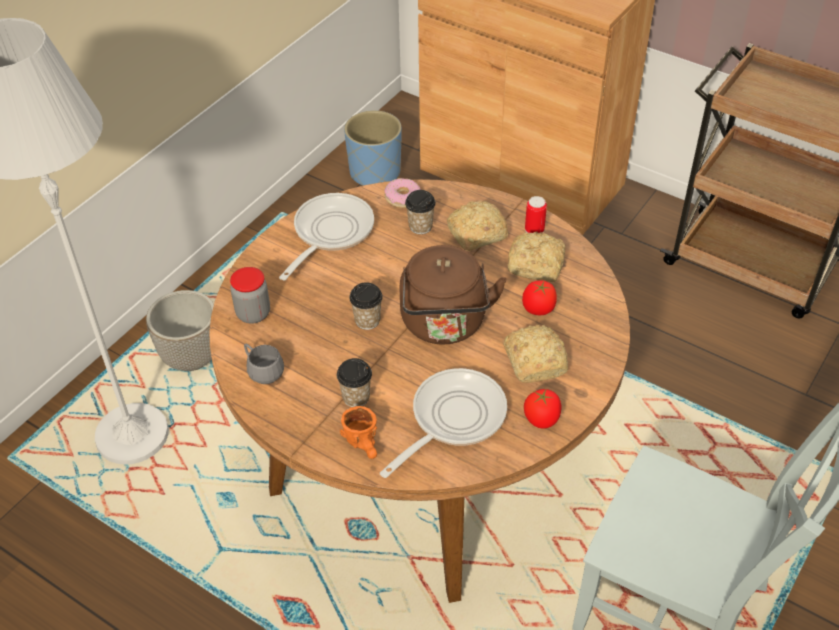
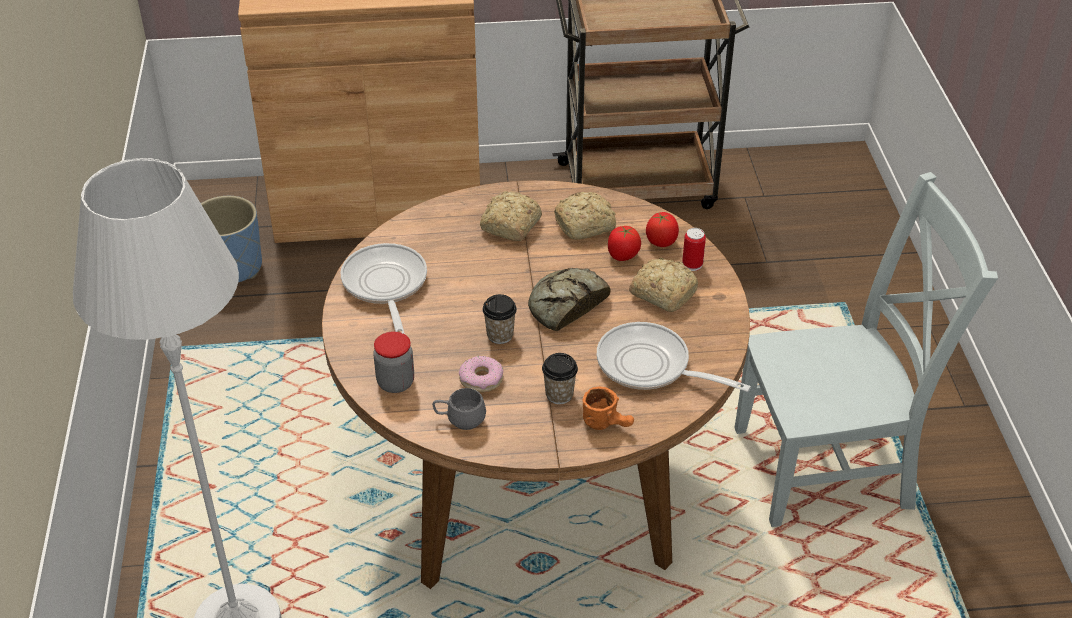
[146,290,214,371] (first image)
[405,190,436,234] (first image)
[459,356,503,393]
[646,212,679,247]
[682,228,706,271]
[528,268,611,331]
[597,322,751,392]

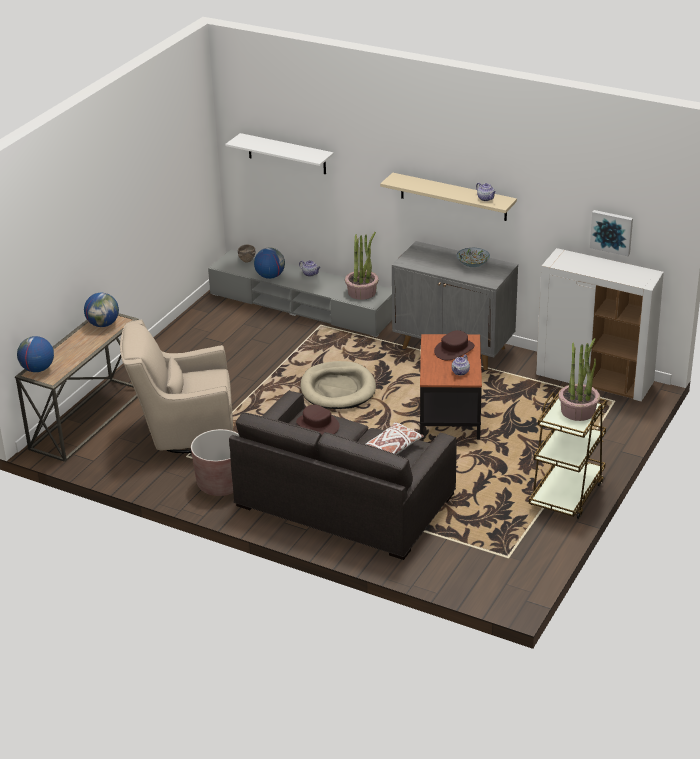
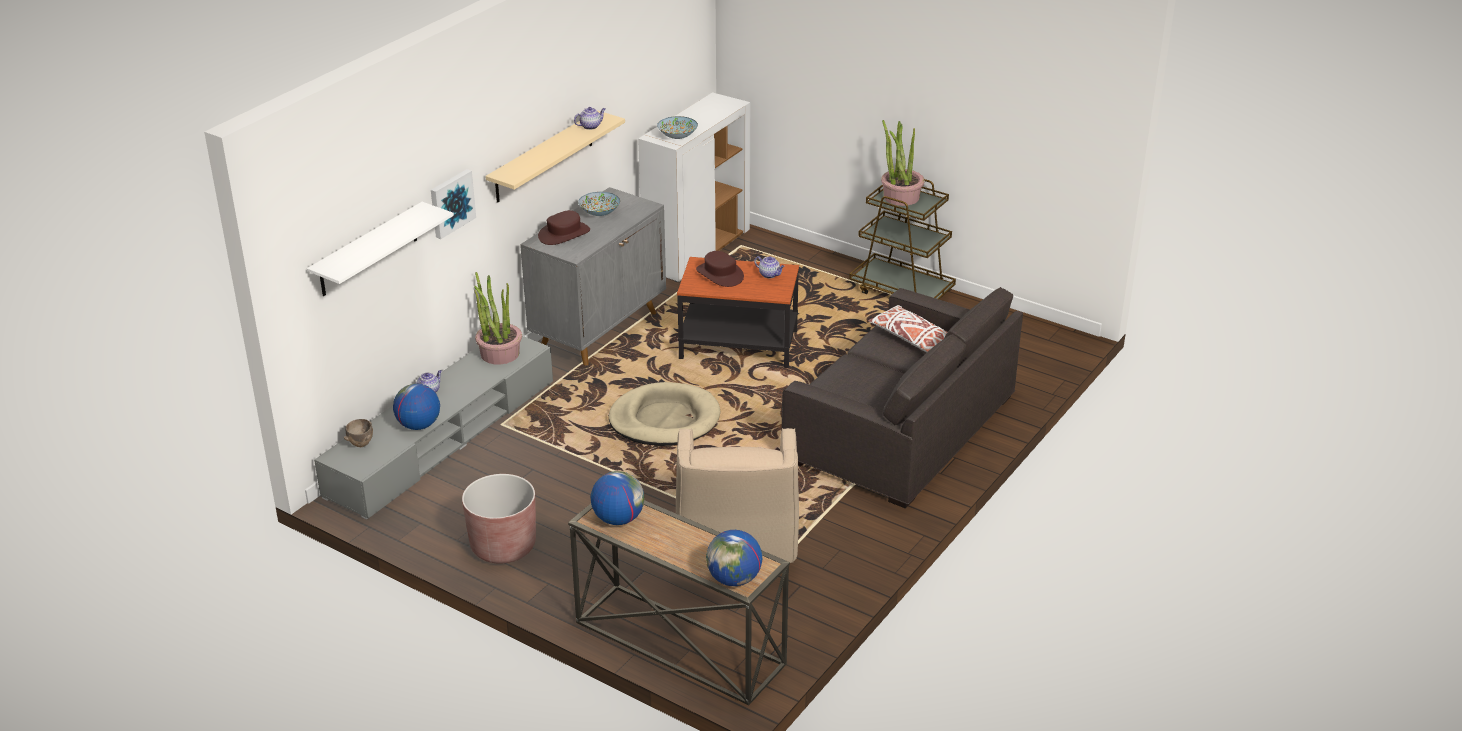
[657,116,698,139]
[462,474,536,563]
[538,210,590,245]
[431,169,476,239]

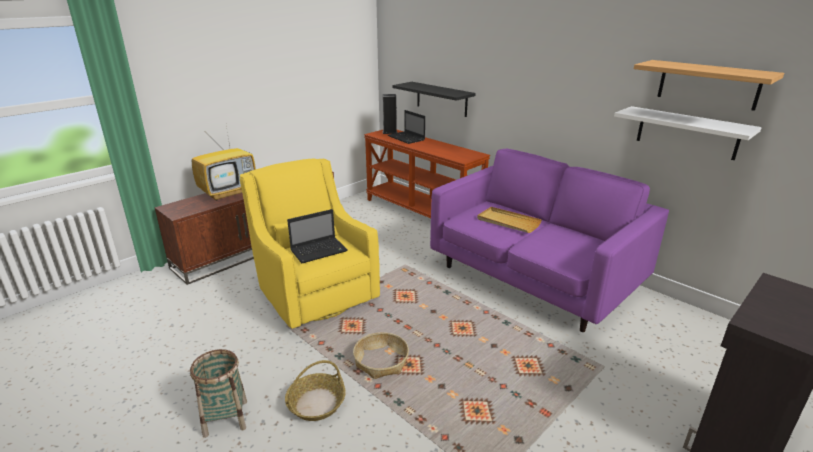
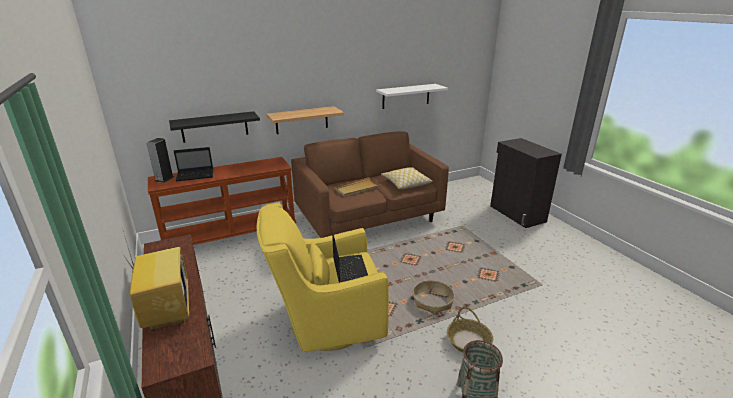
[381,167,433,189]
[266,106,344,134]
[291,131,449,238]

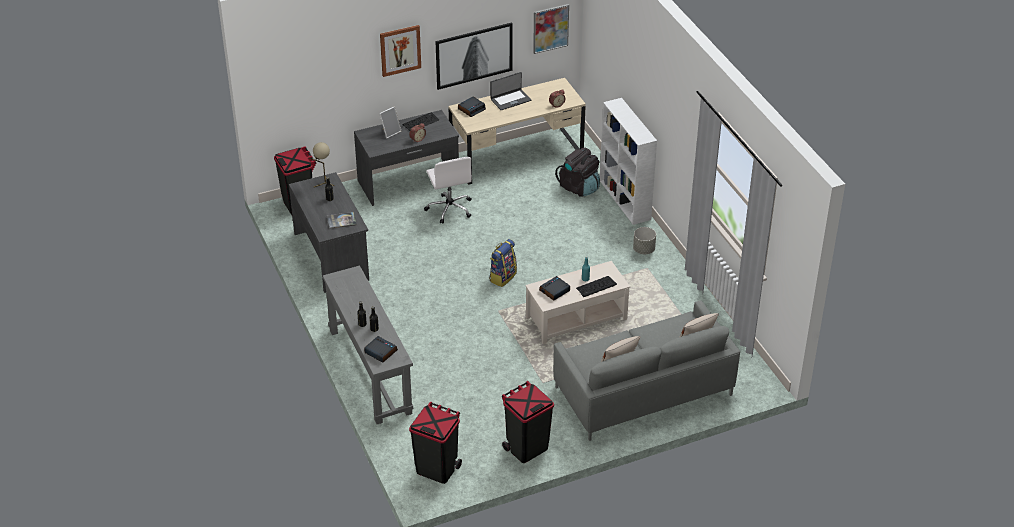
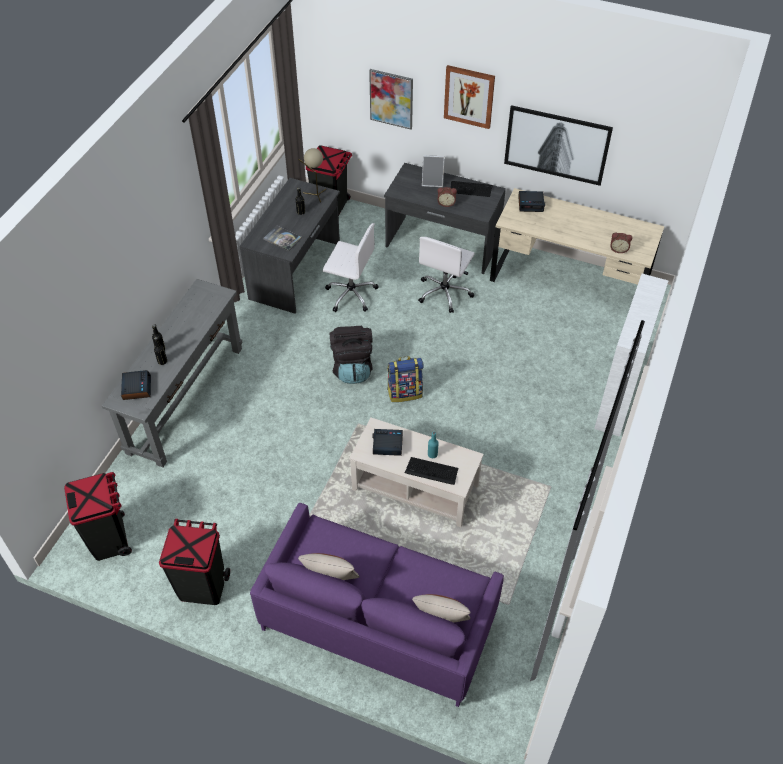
[490,72,531,110] (first image)
[633,227,656,254] (first image)
[323,223,379,312]
[369,69,413,130]
[329,326,373,384]
[250,503,504,707]

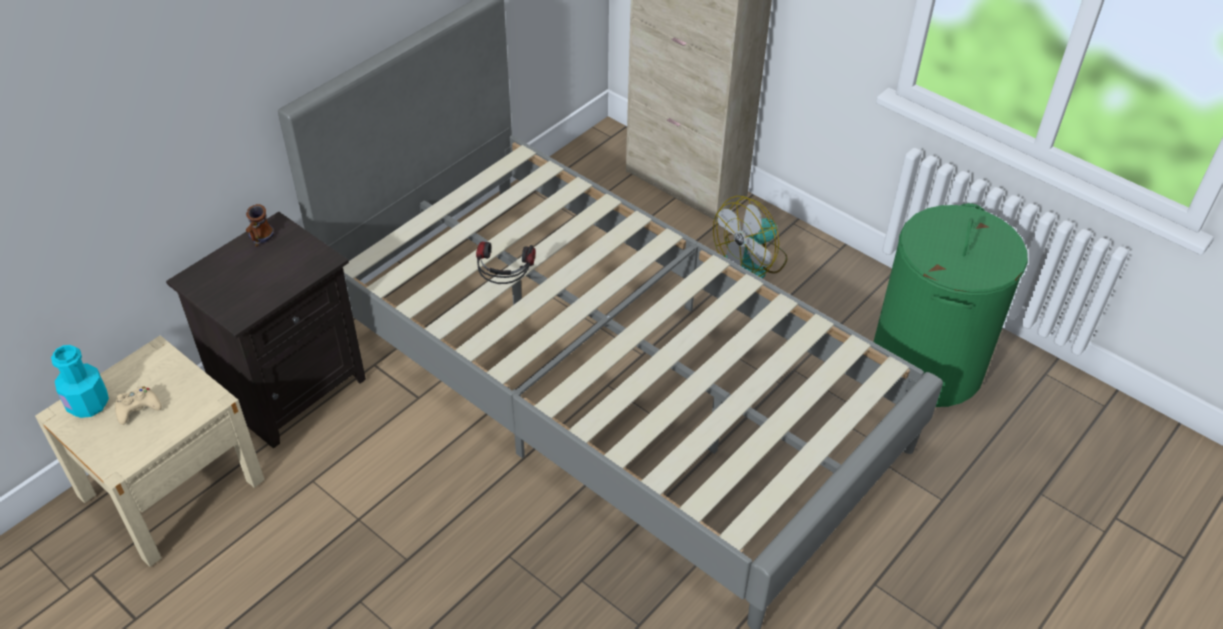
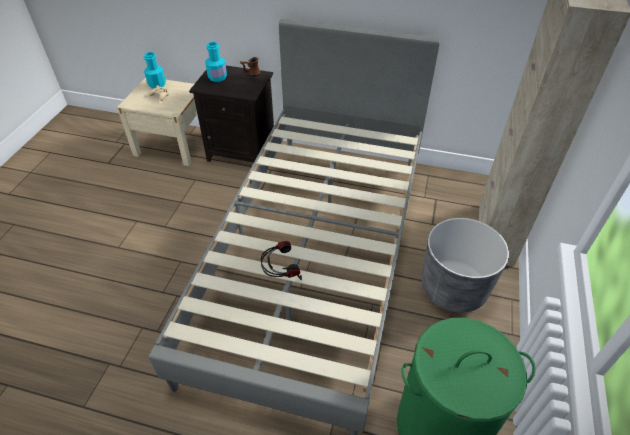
[205,42,227,82]
[261,241,302,280]
[422,218,509,313]

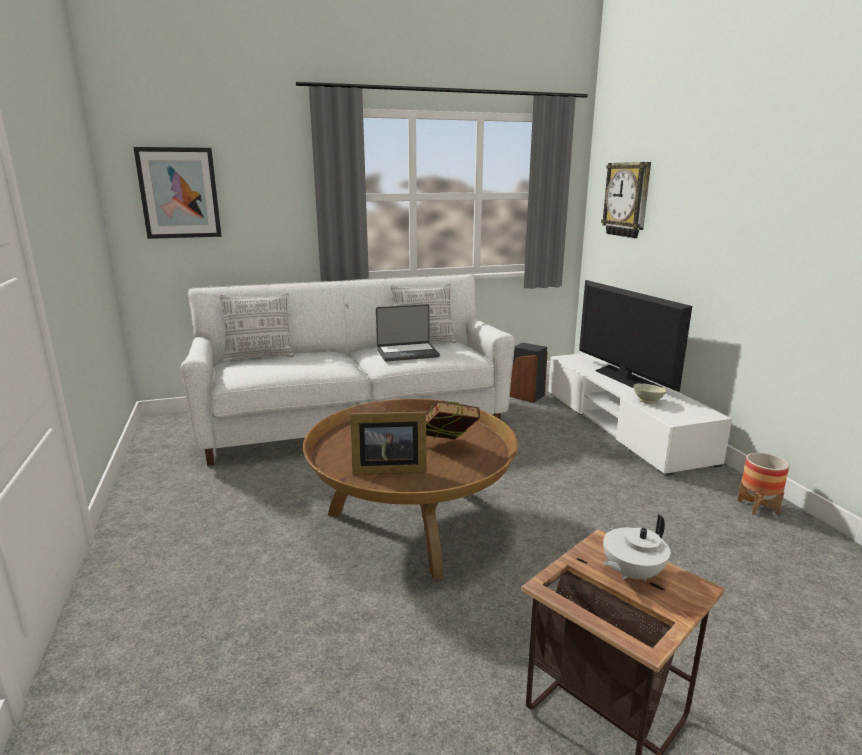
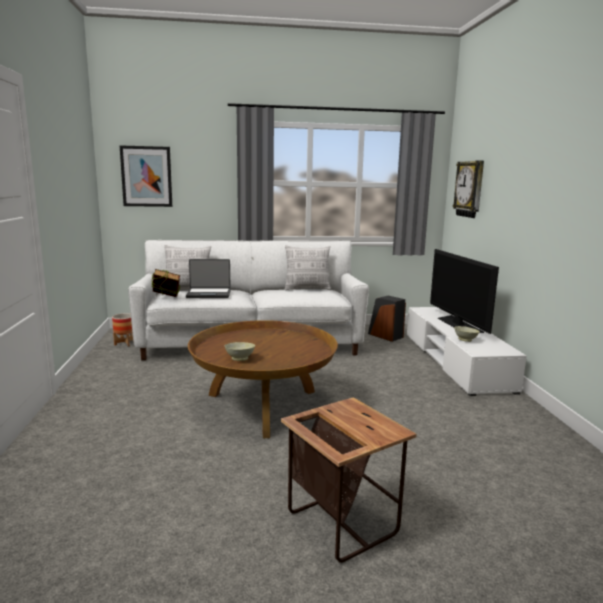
[603,514,670,581] (first image)
[186,259,230,298]
[151,269,180,297]
[112,313,133,346]
[225,342,255,361]

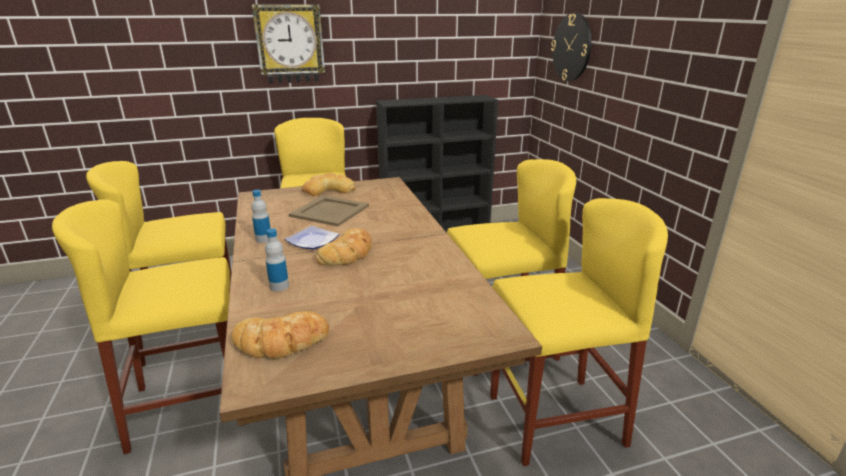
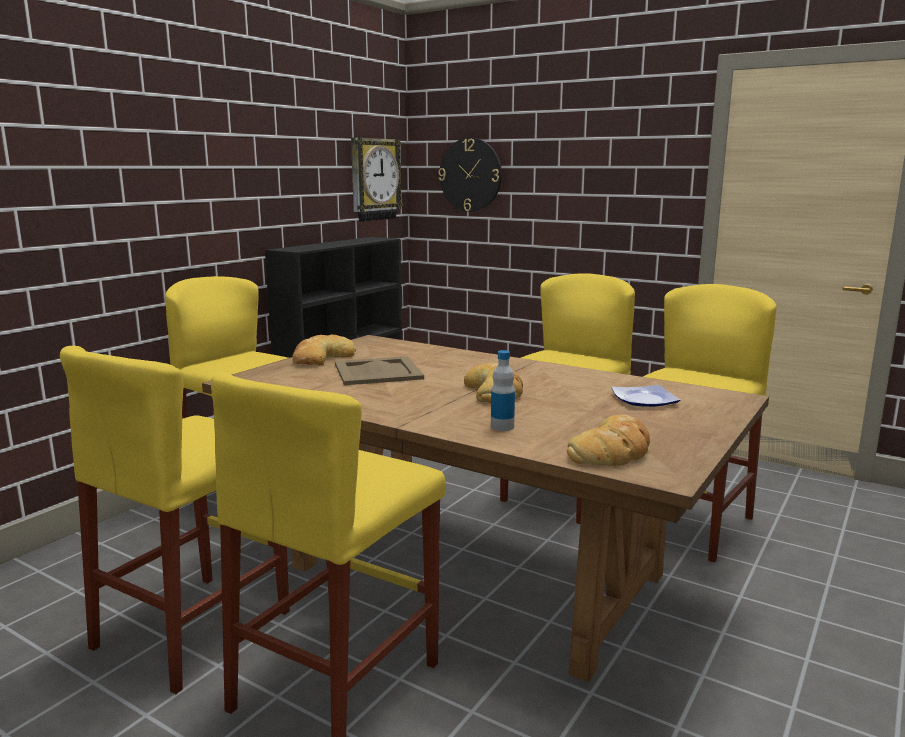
[251,190,271,243] (first image)
[351,137,403,222]
[611,385,681,407]

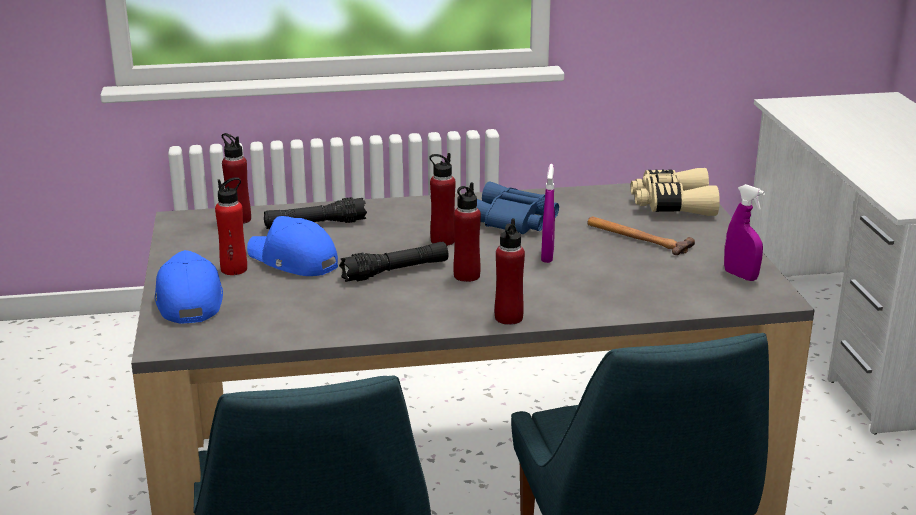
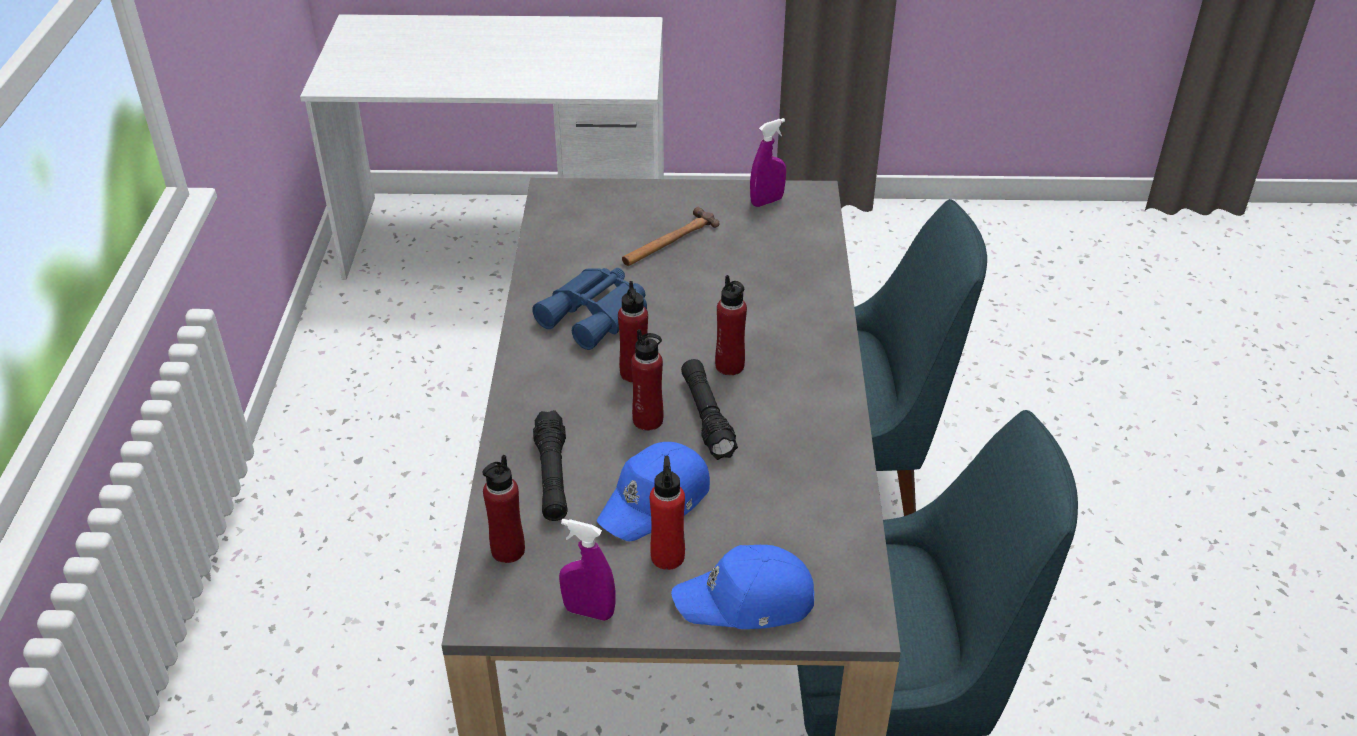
[631,168,720,216] (first image)
[631,329,664,431]
[559,519,616,621]

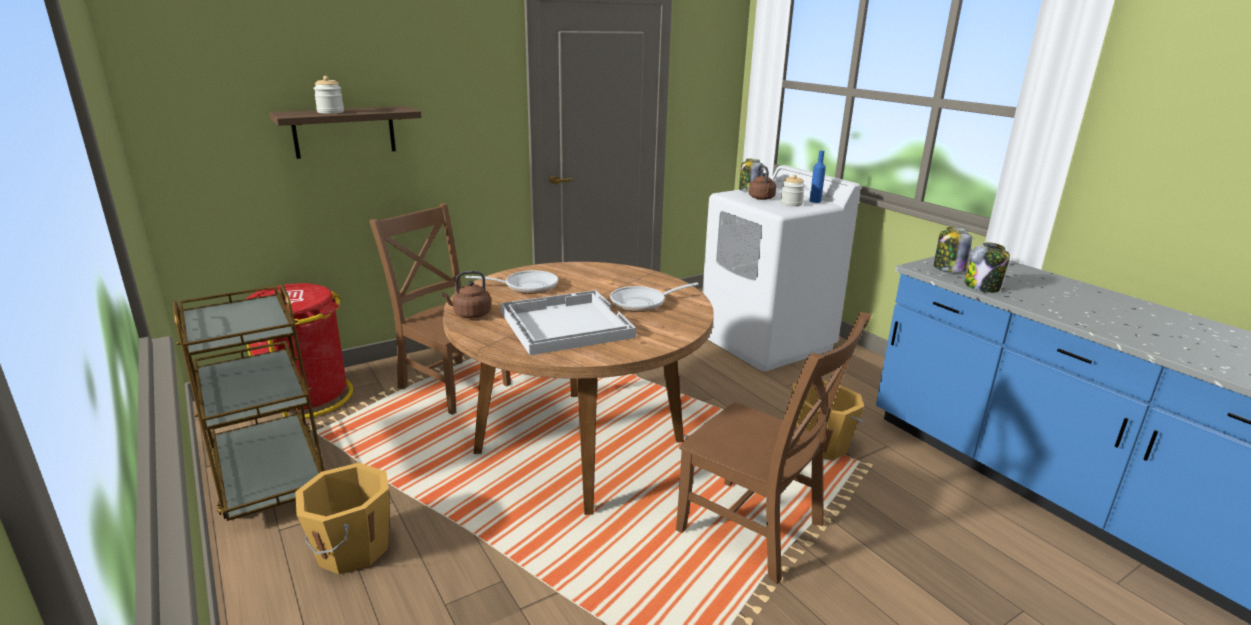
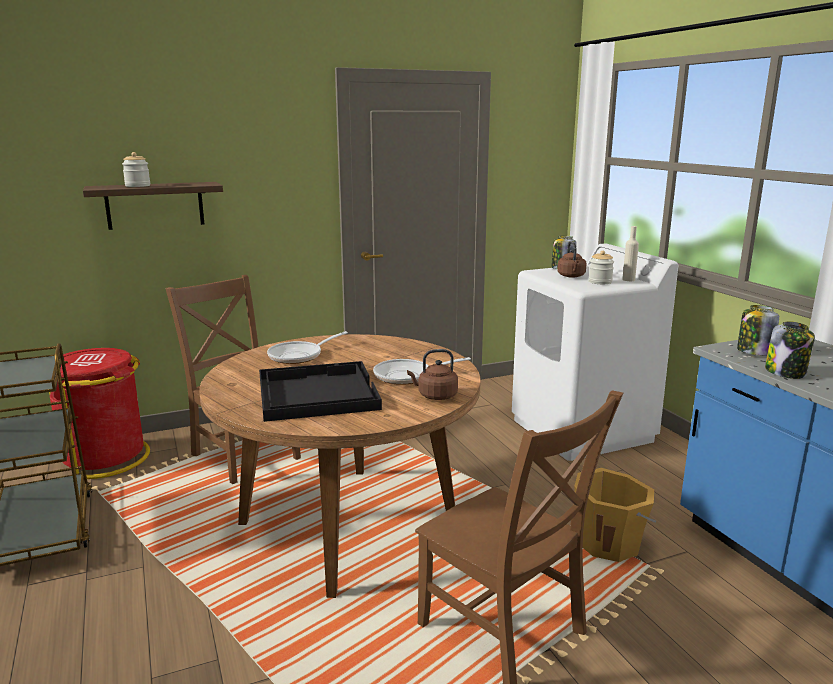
[295,463,389,574] (first image)
[407,349,458,400]
[259,361,382,422]
[622,226,639,281]
[267,331,348,364]

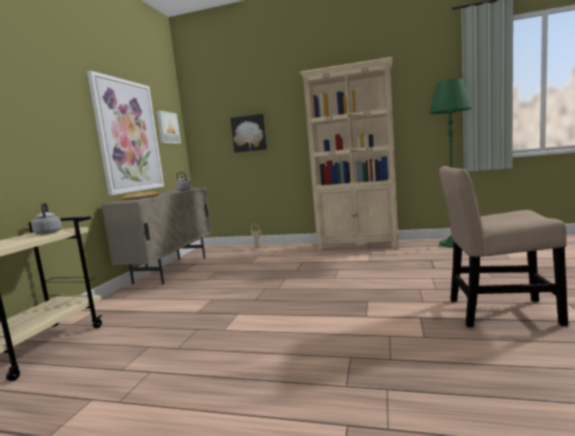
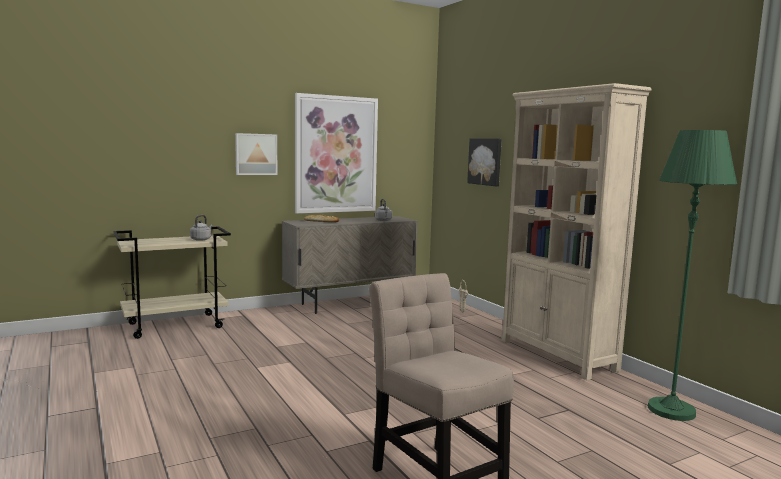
[235,133,277,175]

